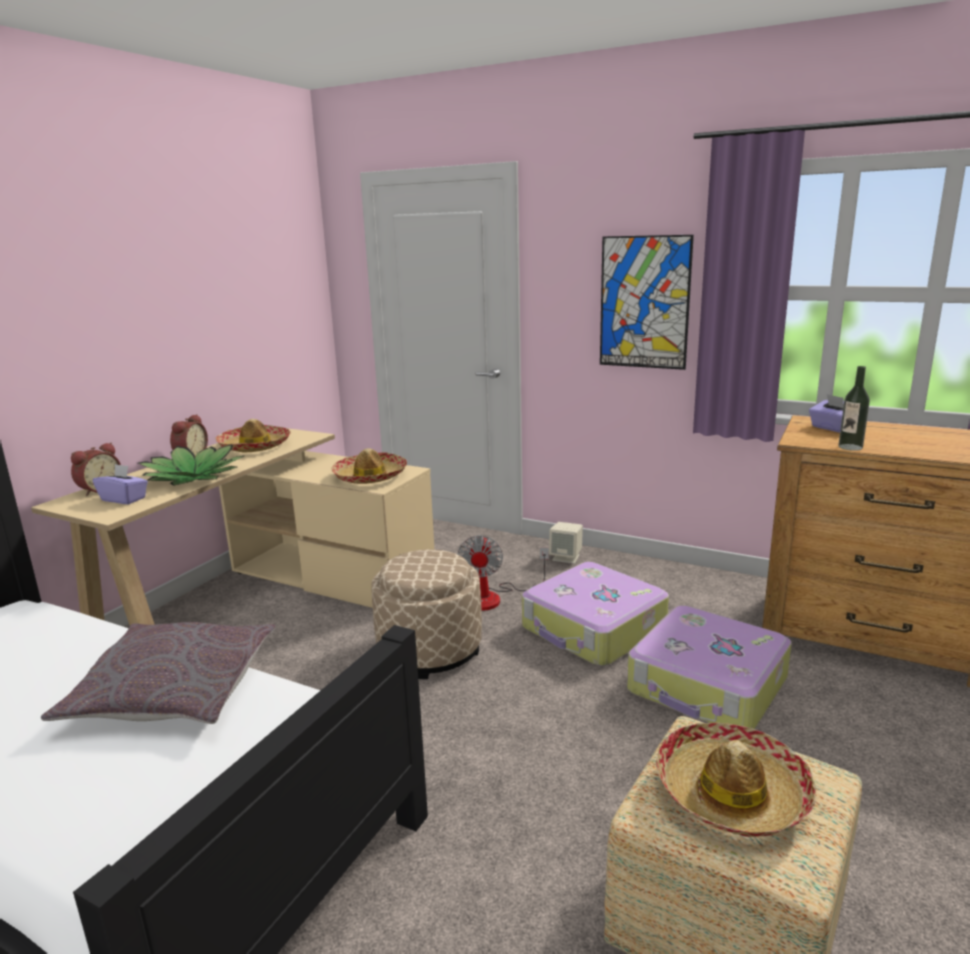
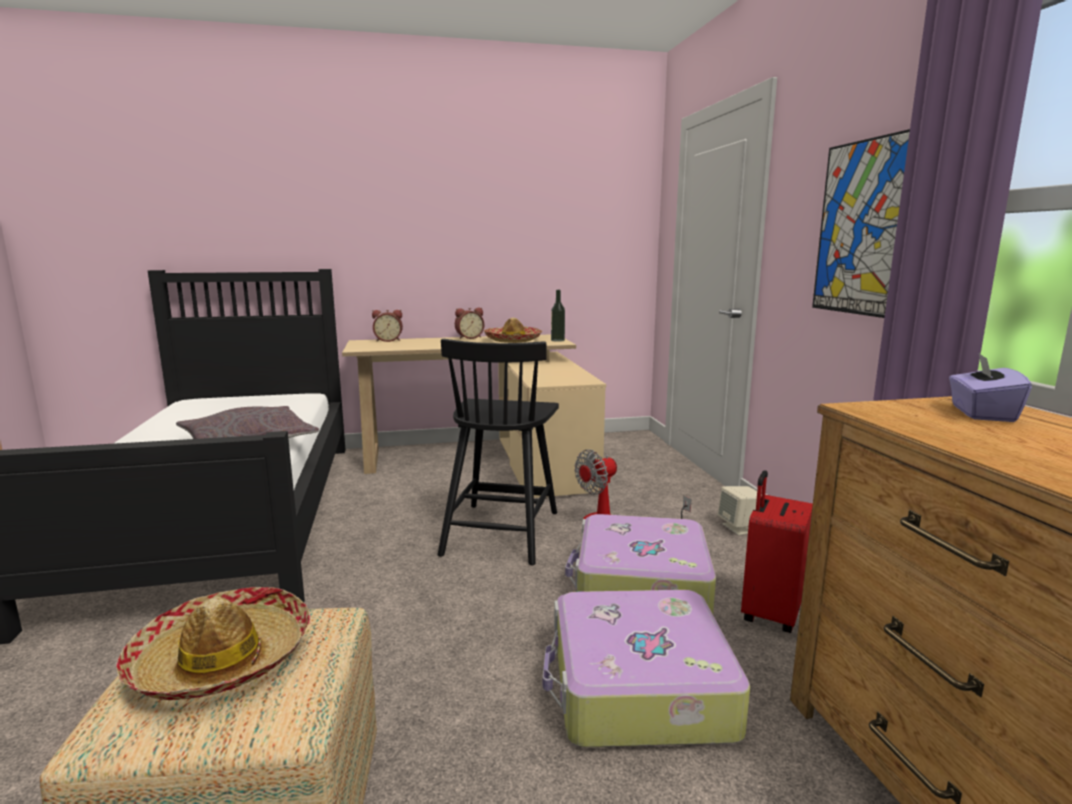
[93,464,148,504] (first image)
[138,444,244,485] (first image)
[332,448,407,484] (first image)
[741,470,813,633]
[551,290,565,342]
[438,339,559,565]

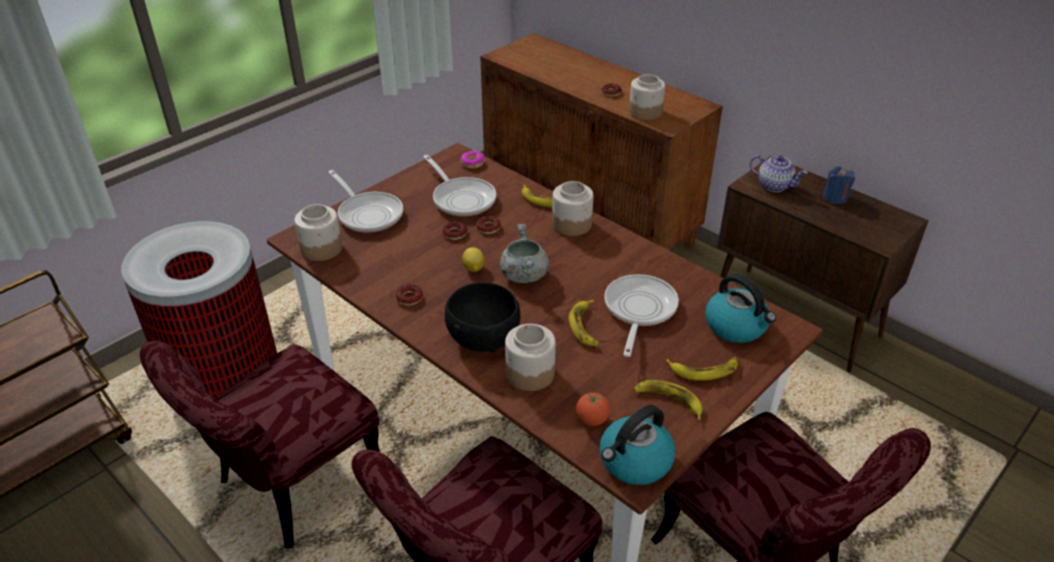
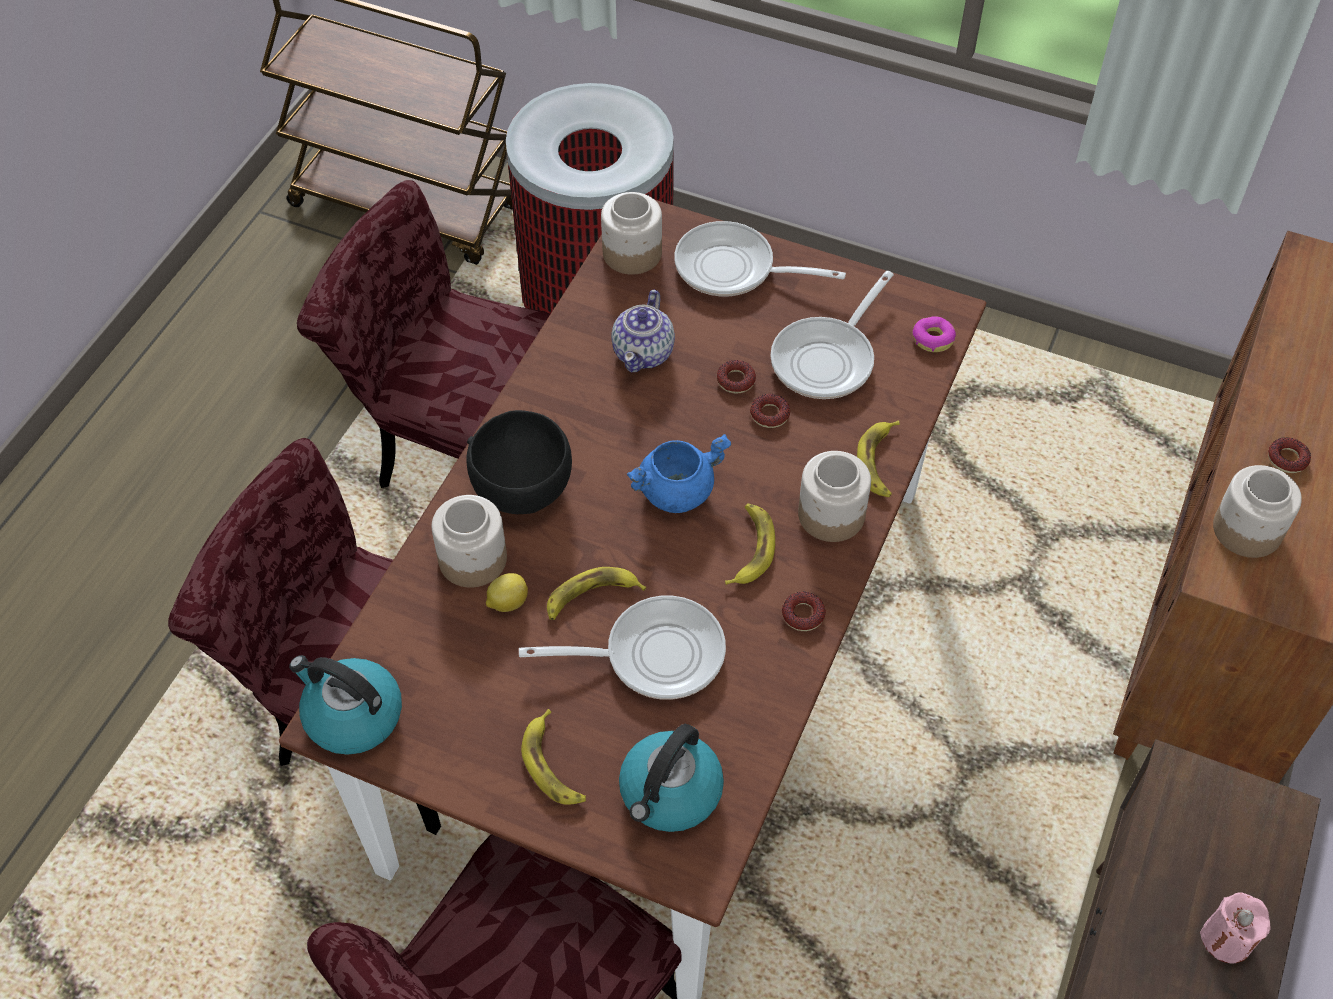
[576,393,610,426] (first image)
[782,592,826,631]
[486,573,528,612]
[725,504,775,585]
[611,290,675,372]
[627,434,731,513]
[1200,892,1271,963]
[674,221,846,296]

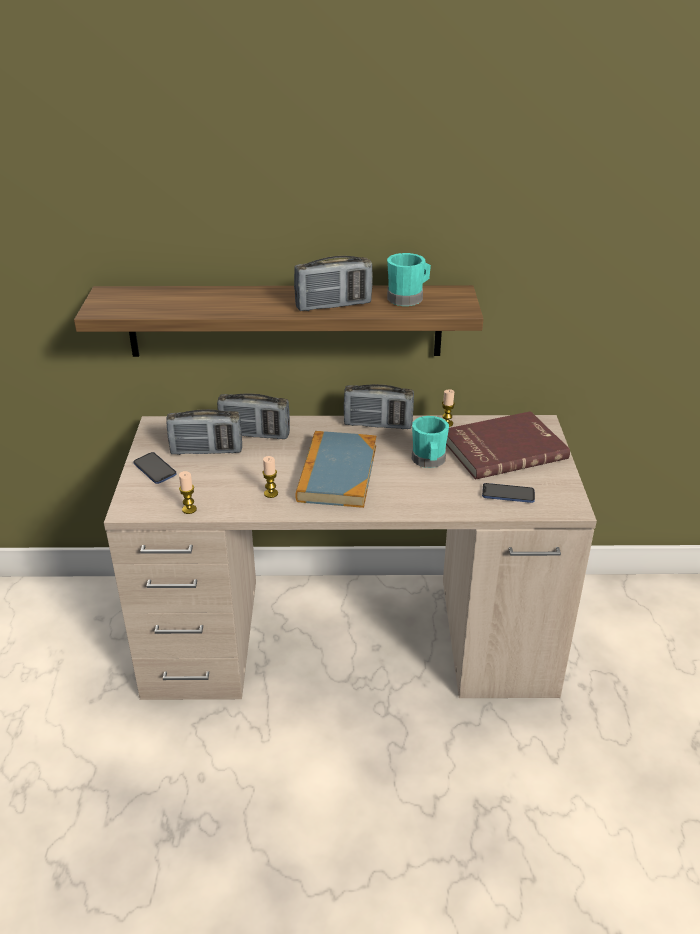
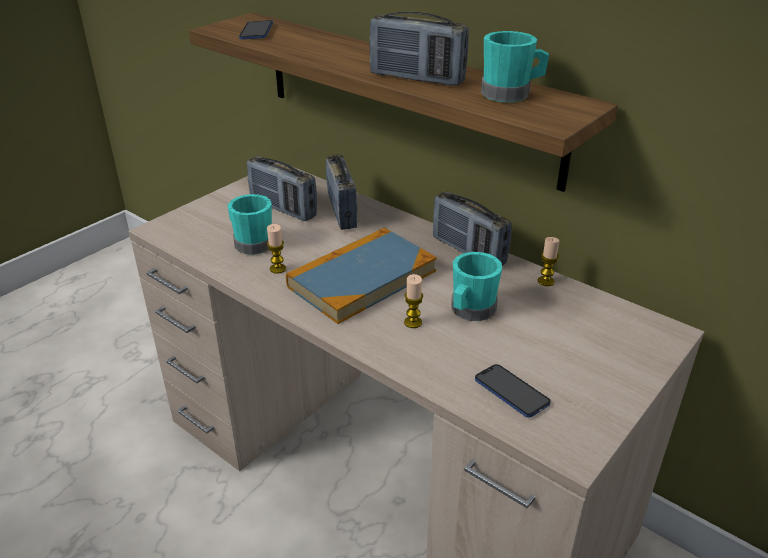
[446,411,570,480] (first image)
[228,194,272,255]
[239,20,273,40]
[404,274,423,328]
[326,154,357,230]

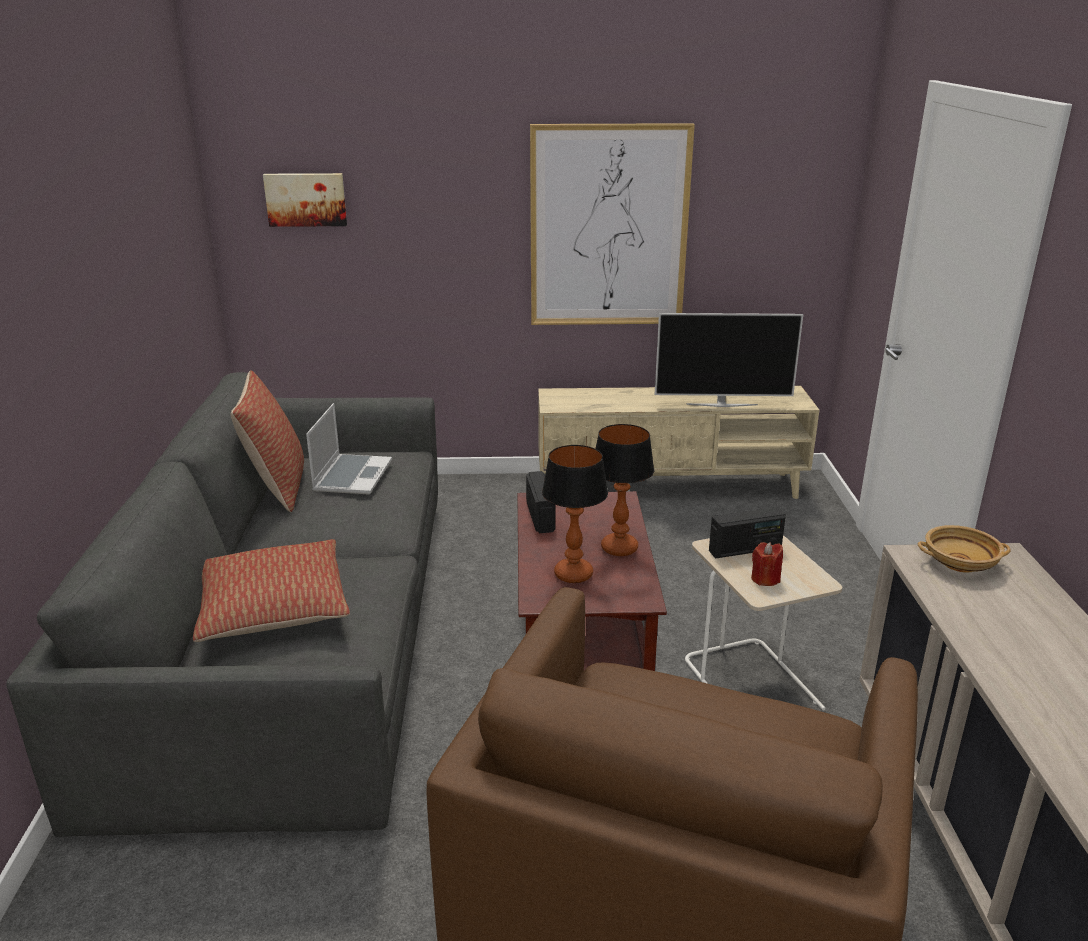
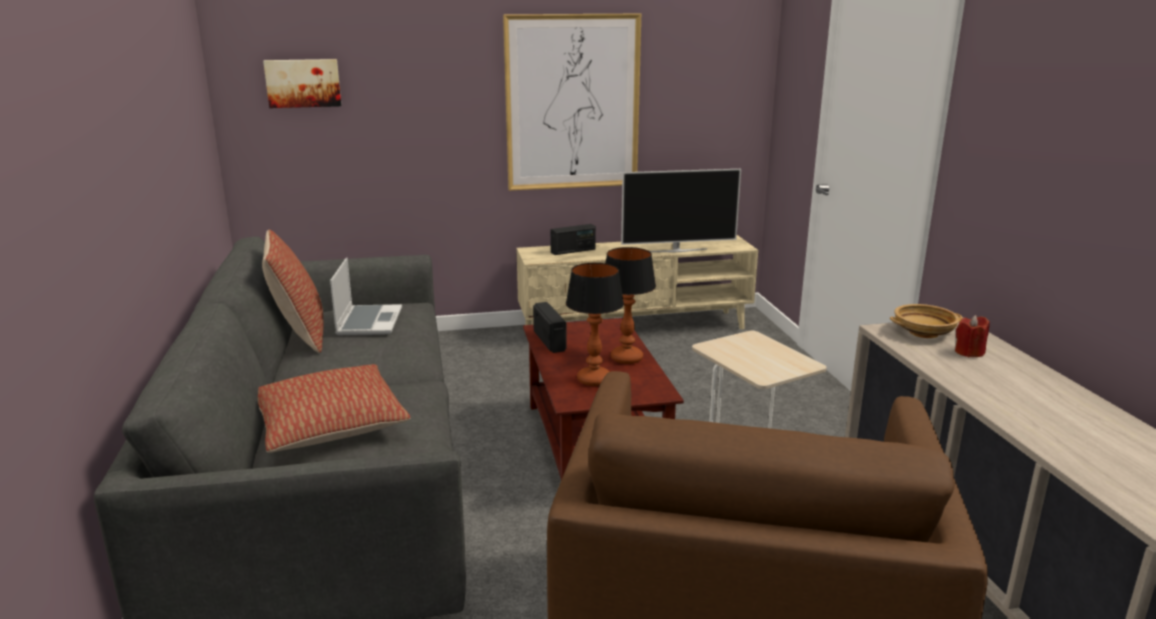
[551,224,596,255]
[955,315,990,357]

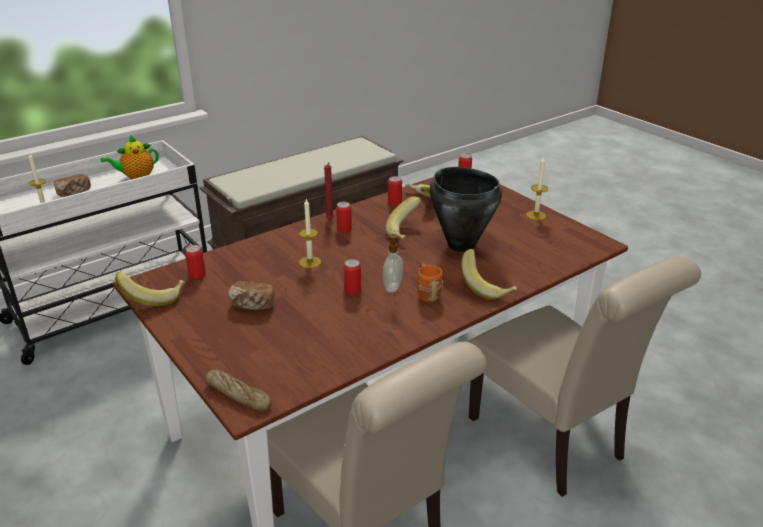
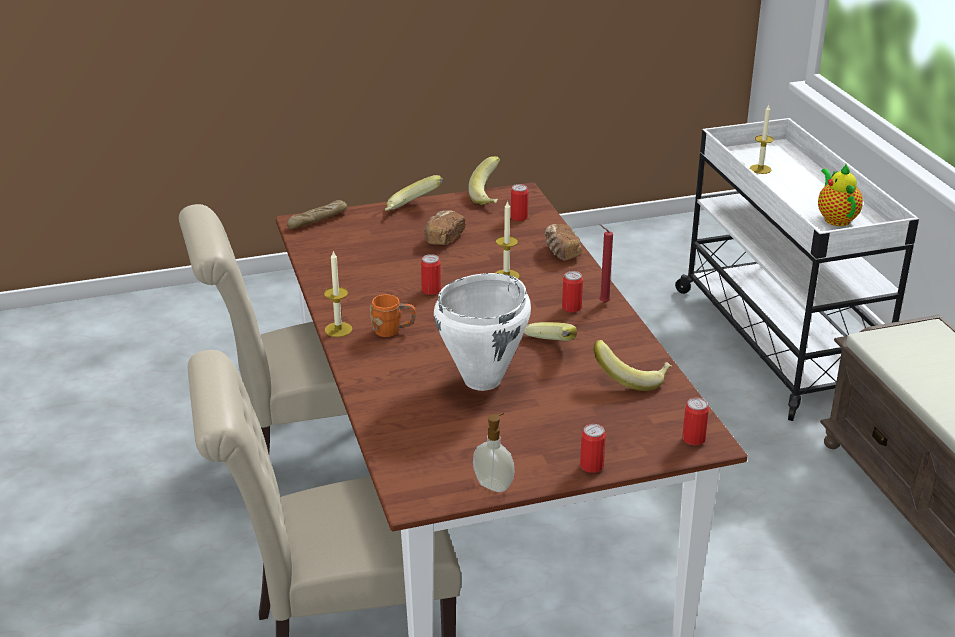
[545,224,582,261]
[473,413,514,492]
[580,424,606,473]
[385,175,443,211]
[324,250,352,337]
[434,273,531,391]

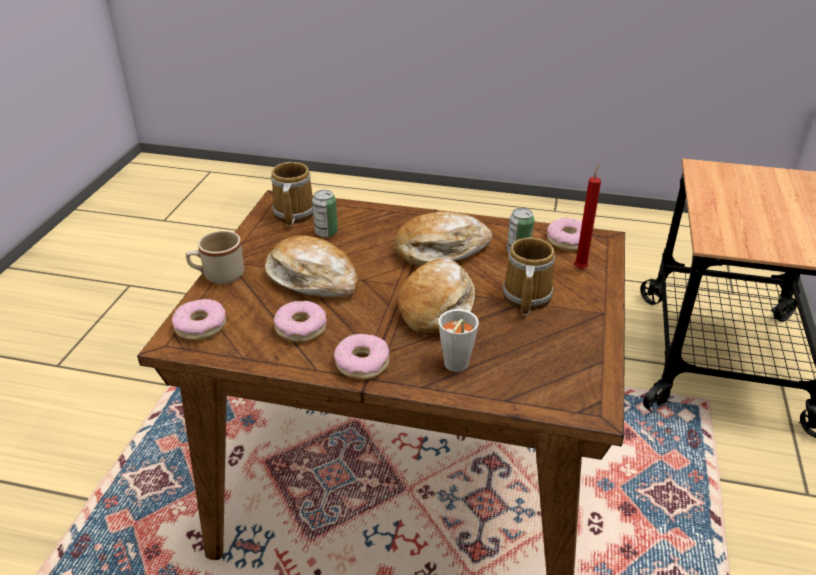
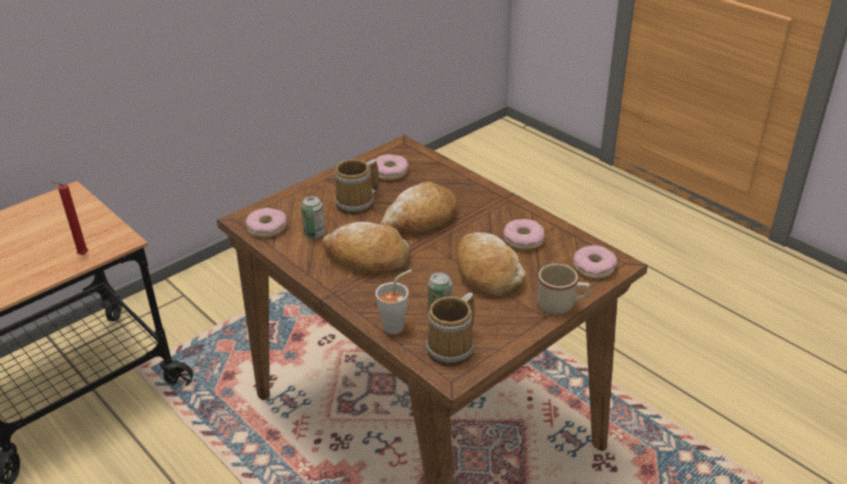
[376,154,408,180]
[376,269,412,334]
[51,181,88,255]

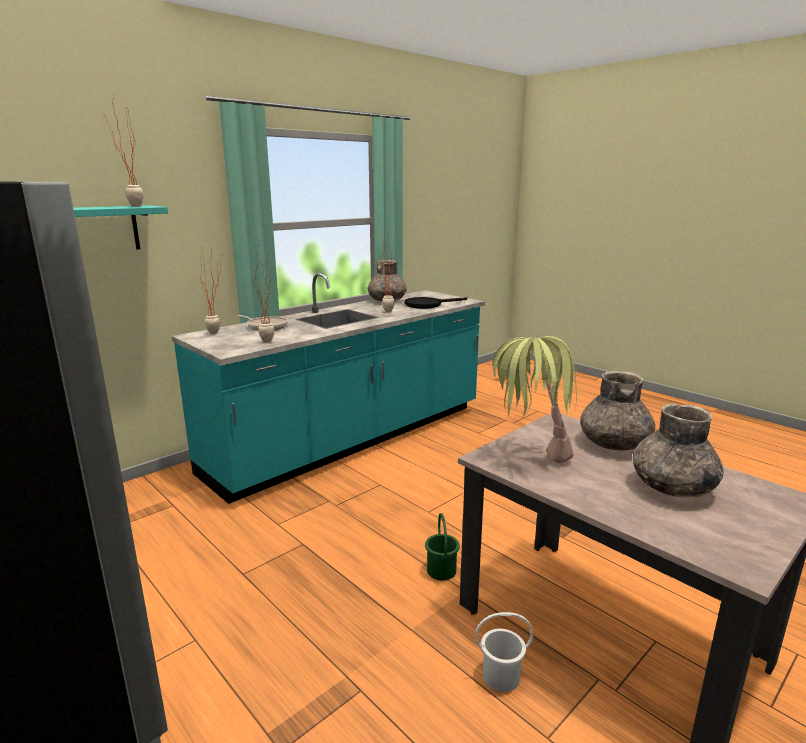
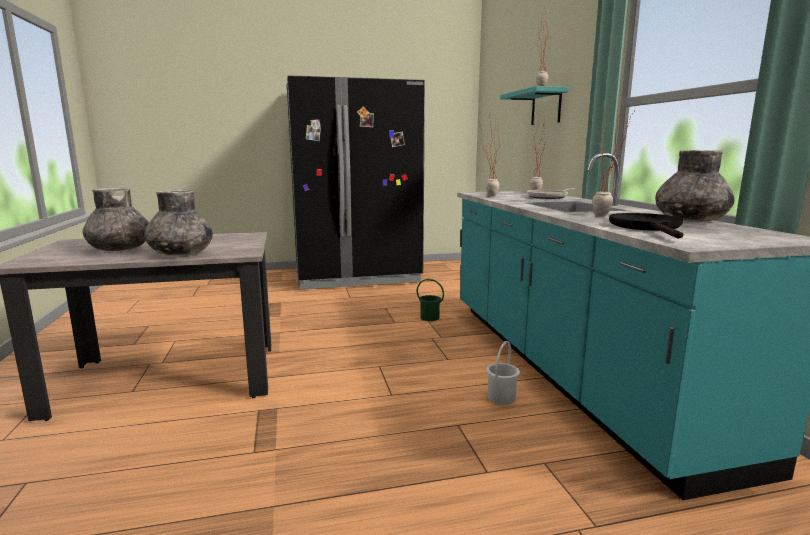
[492,336,577,463] (first image)
[417,279,444,321]
[486,341,520,405]

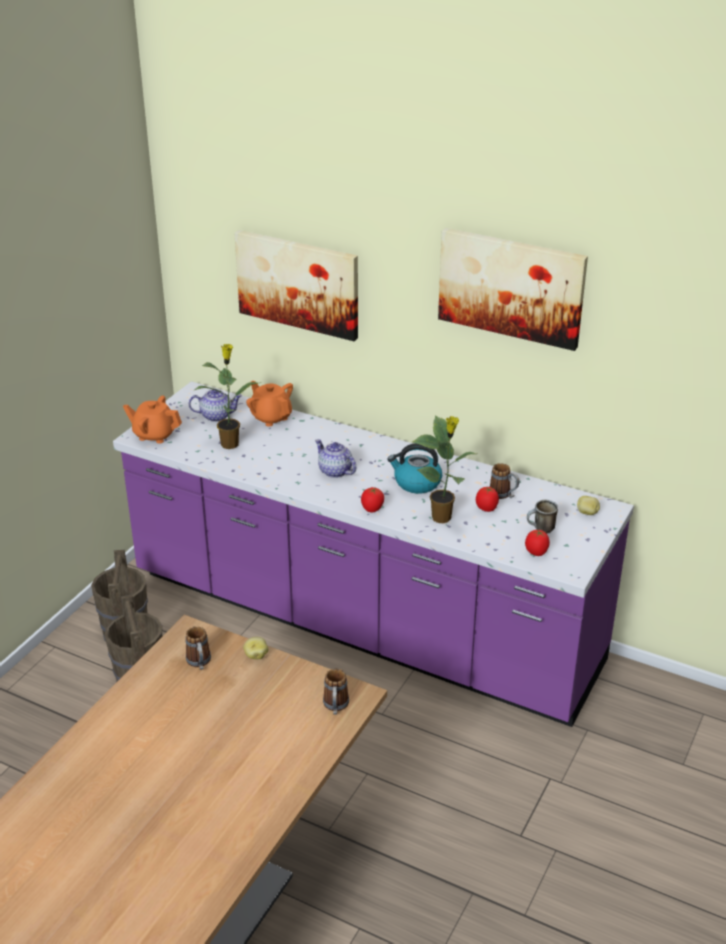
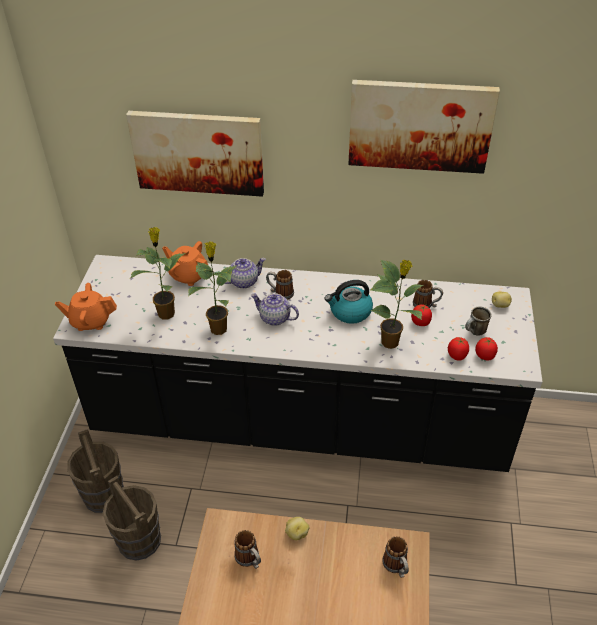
[188,242,237,335]
[266,270,294,300]
[224,258,266,289]
[448,337,469,361]
[53,255,543,472]

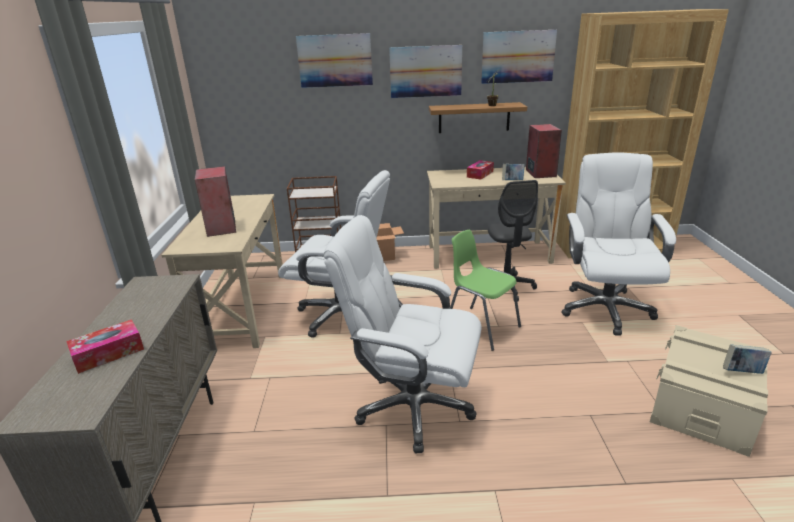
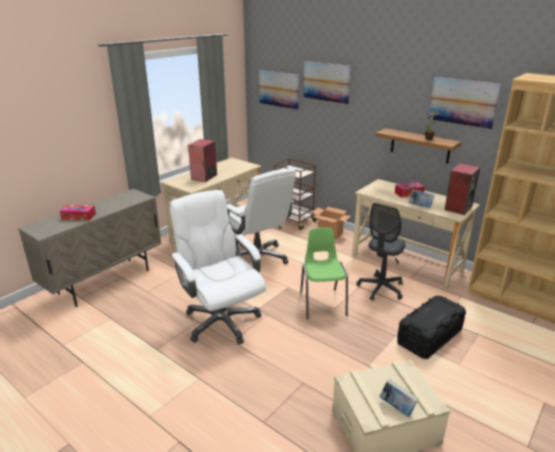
[259,70,299,110]
[397,296,466,359]

